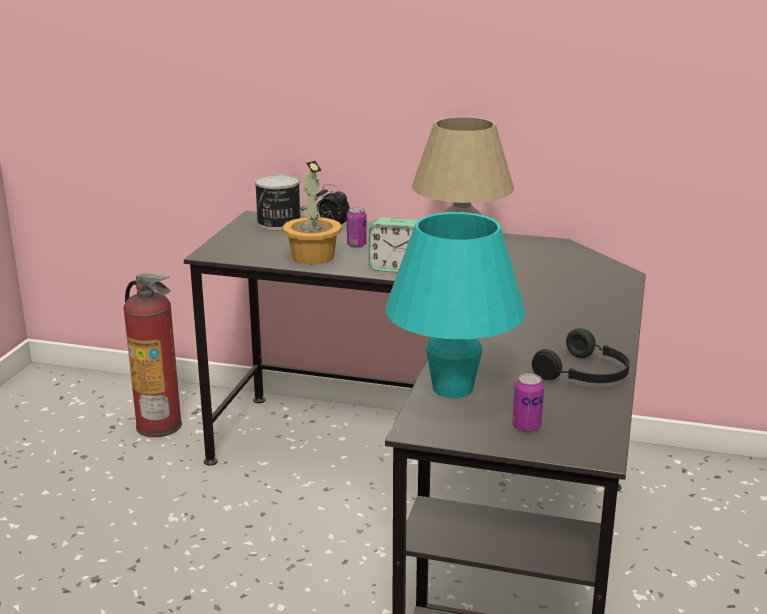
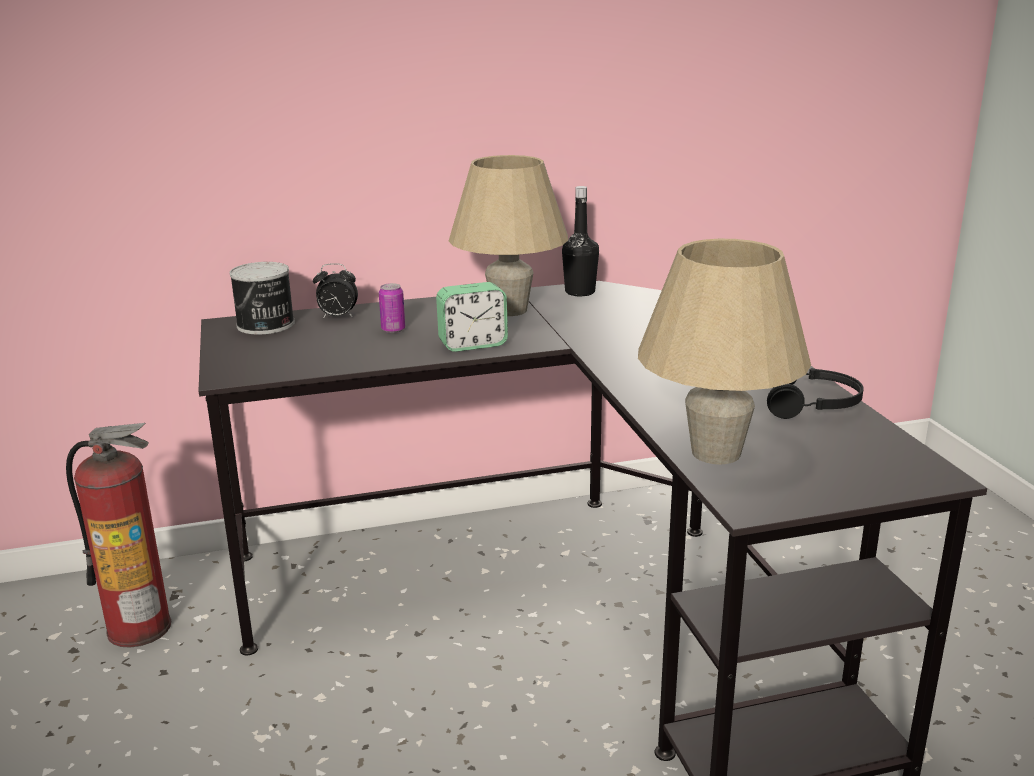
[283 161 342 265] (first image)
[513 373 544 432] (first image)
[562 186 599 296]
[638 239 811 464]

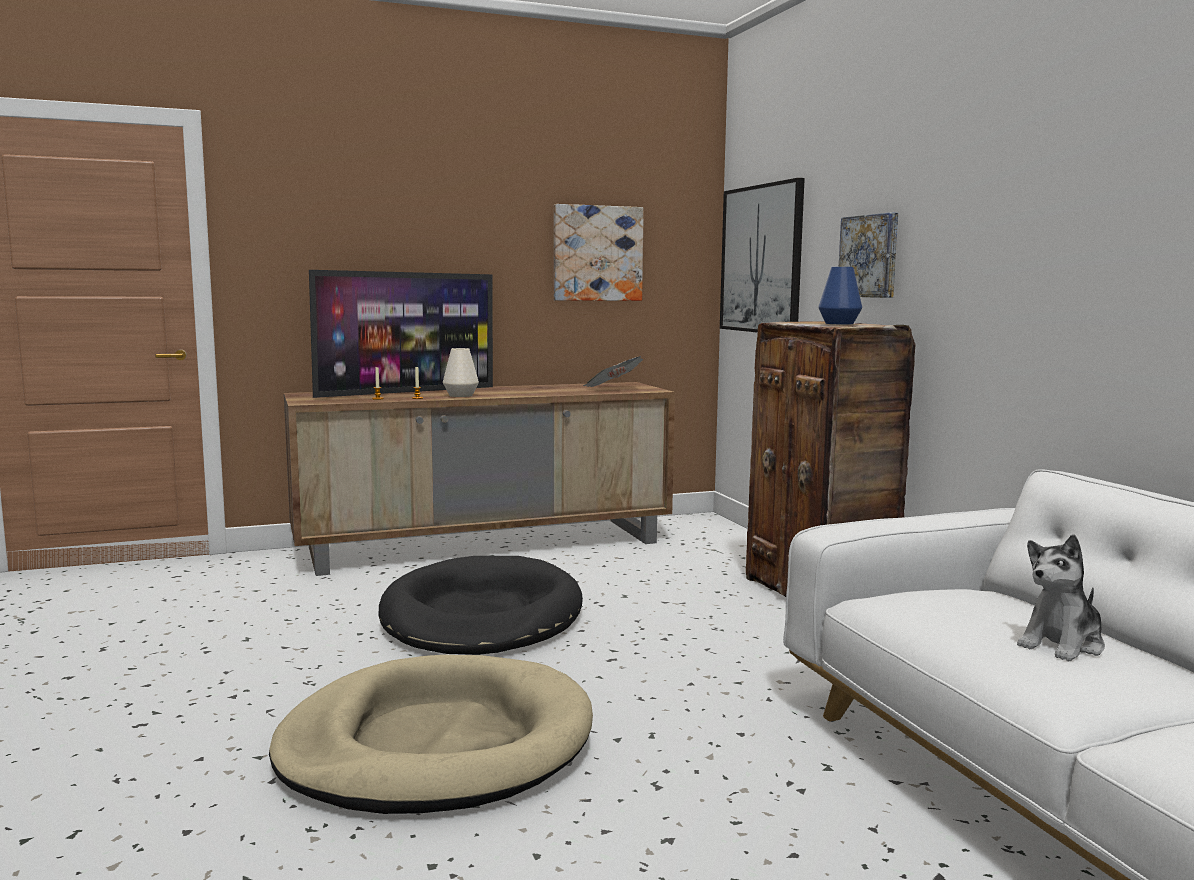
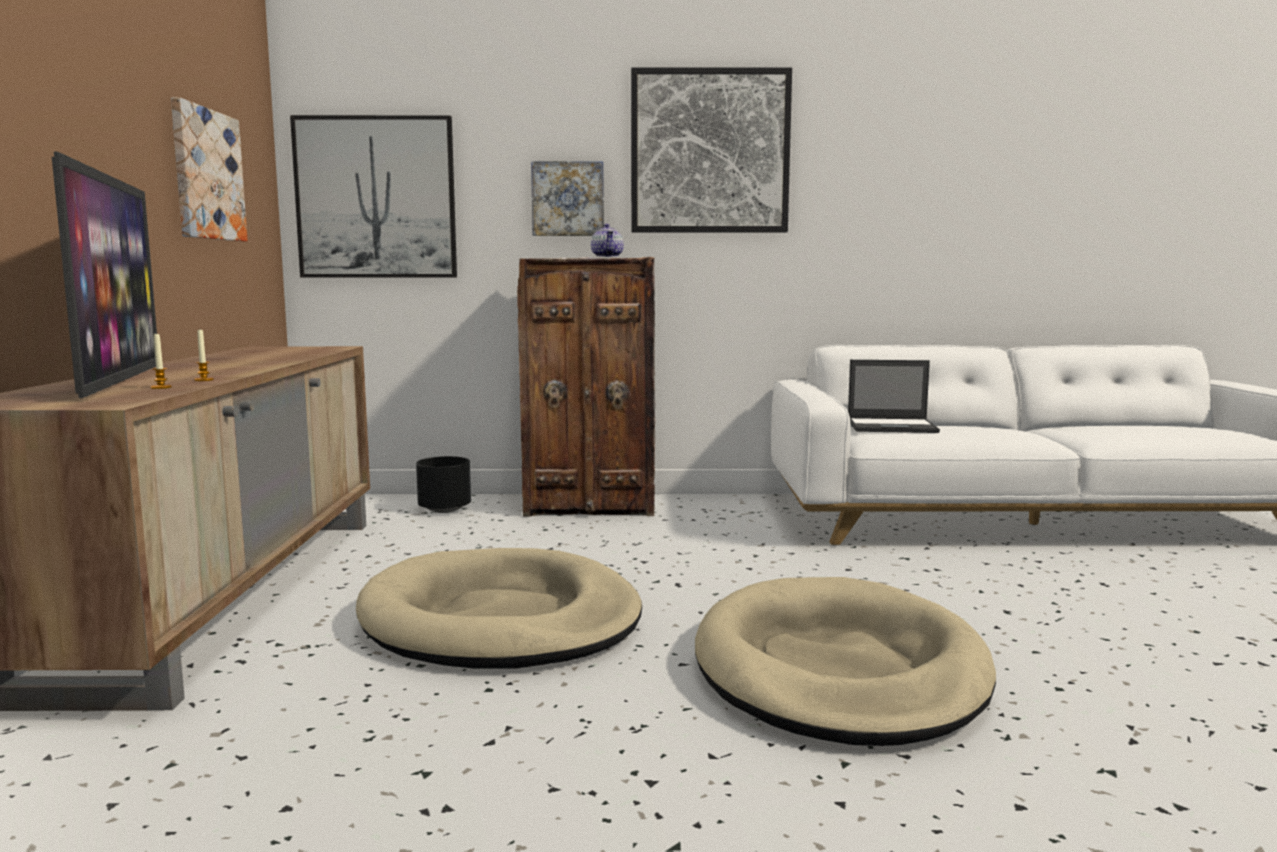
[443 348 479 397] (first image)
[583 356 643 387] (first image)
[1017 534 1105 661] (first image)
[416 456 471 513]
[631 67 792 233]
[848 360 940 433]
[591 224 624 257]
[356 548 642 669]

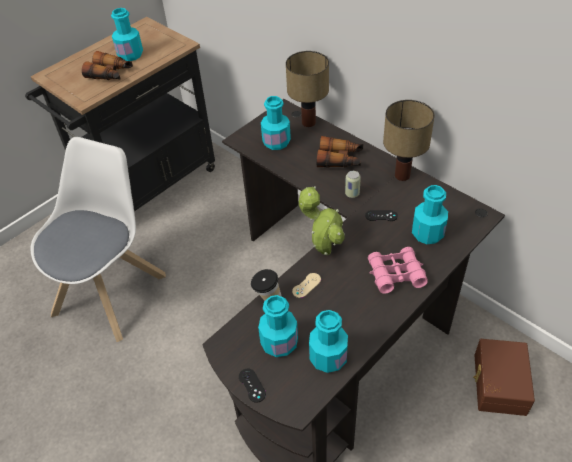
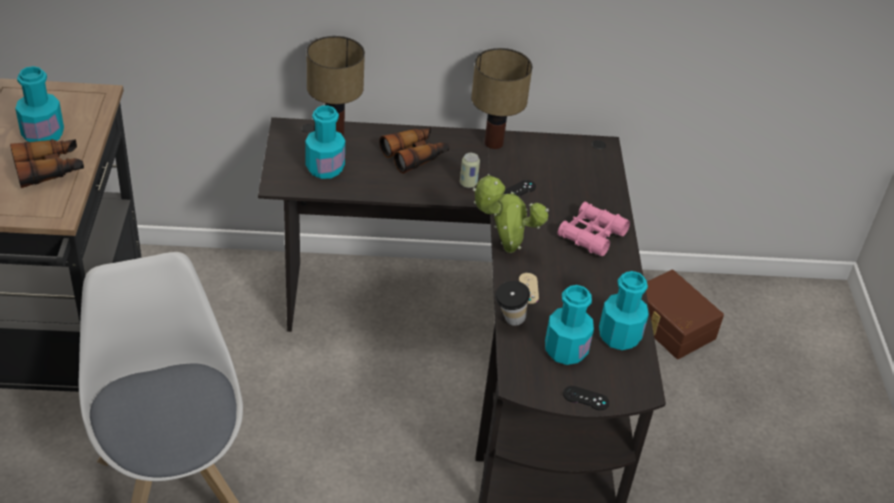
[412 185 448 244] (first image)

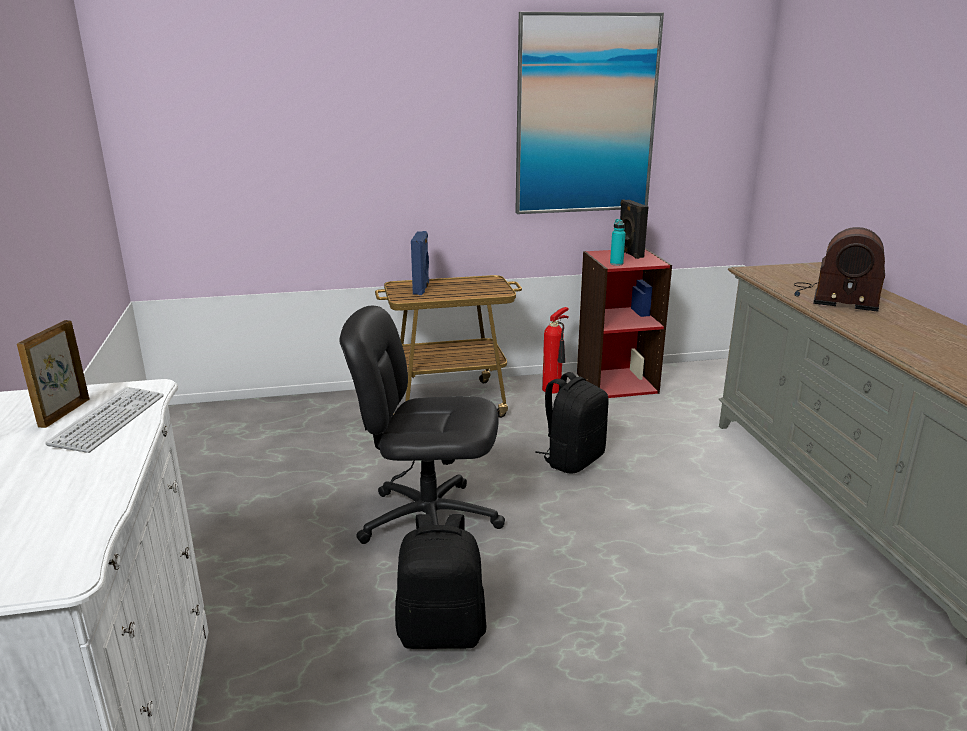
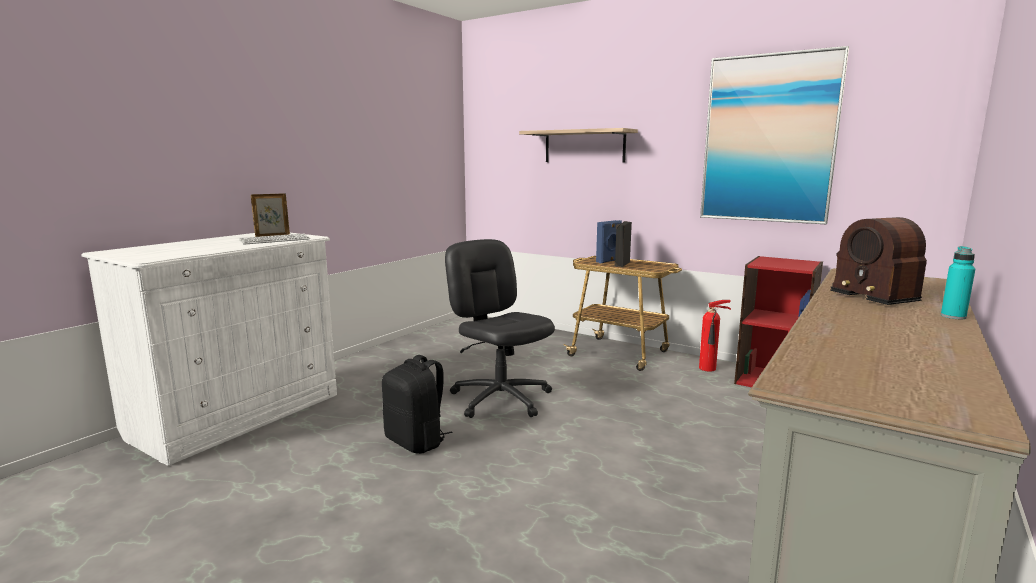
[535 372 609 474] (first image)
[519 128 638 163]
[941 246 975 319]
[614 221 632 267]

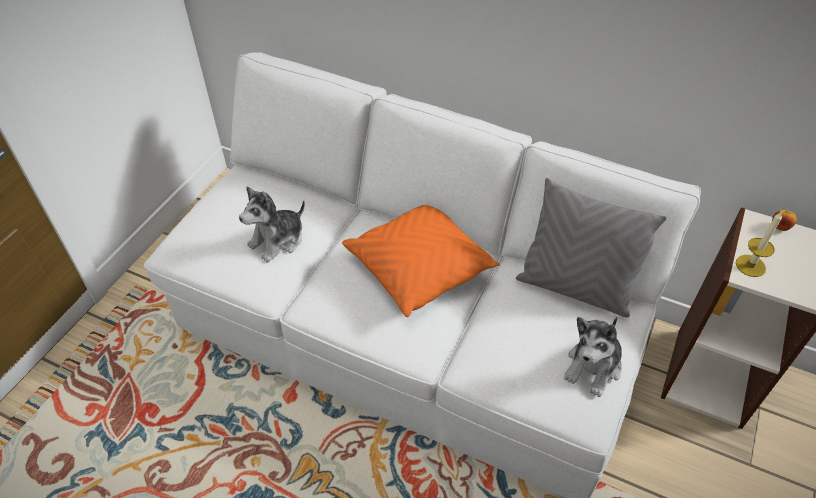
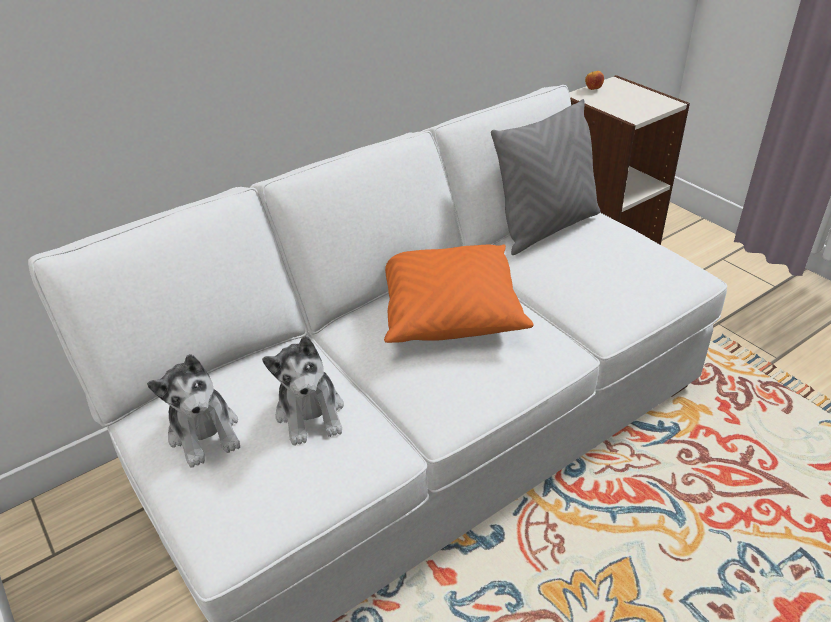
[736 211 782 277] (first image)
[147 354 240 468]

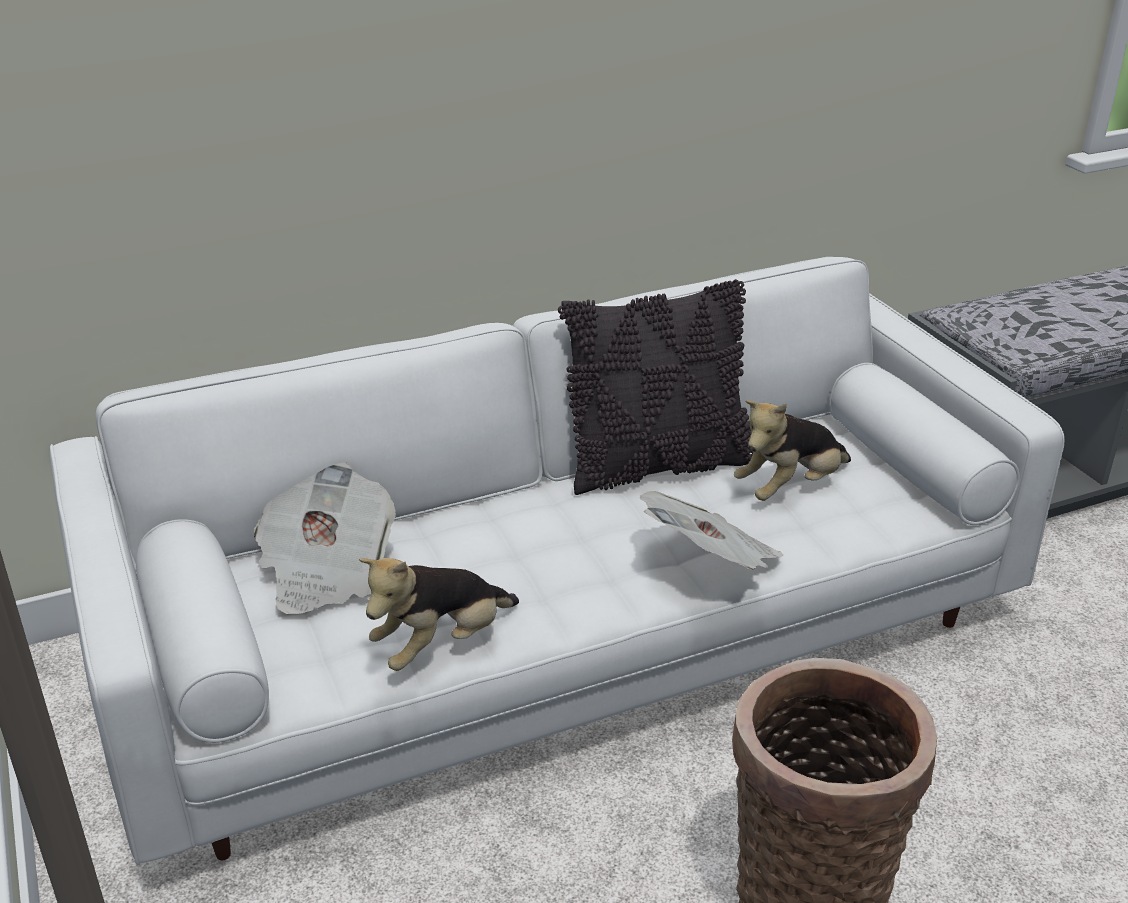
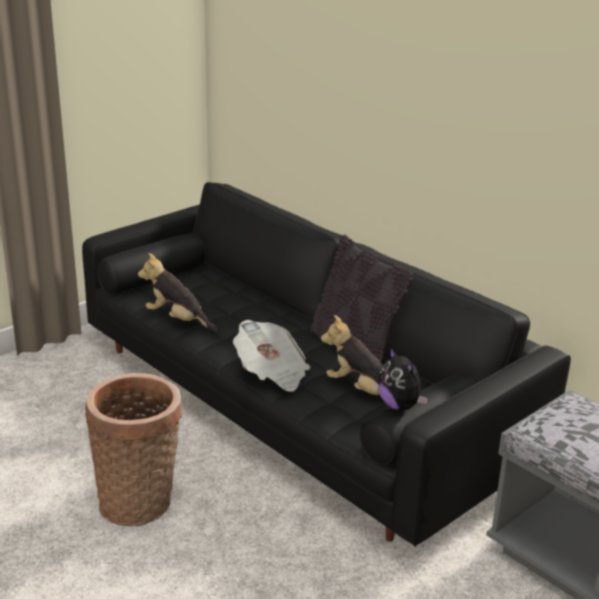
[254 462 396 614] (first image)
[378 347 428 410]
[82 182 571 547]

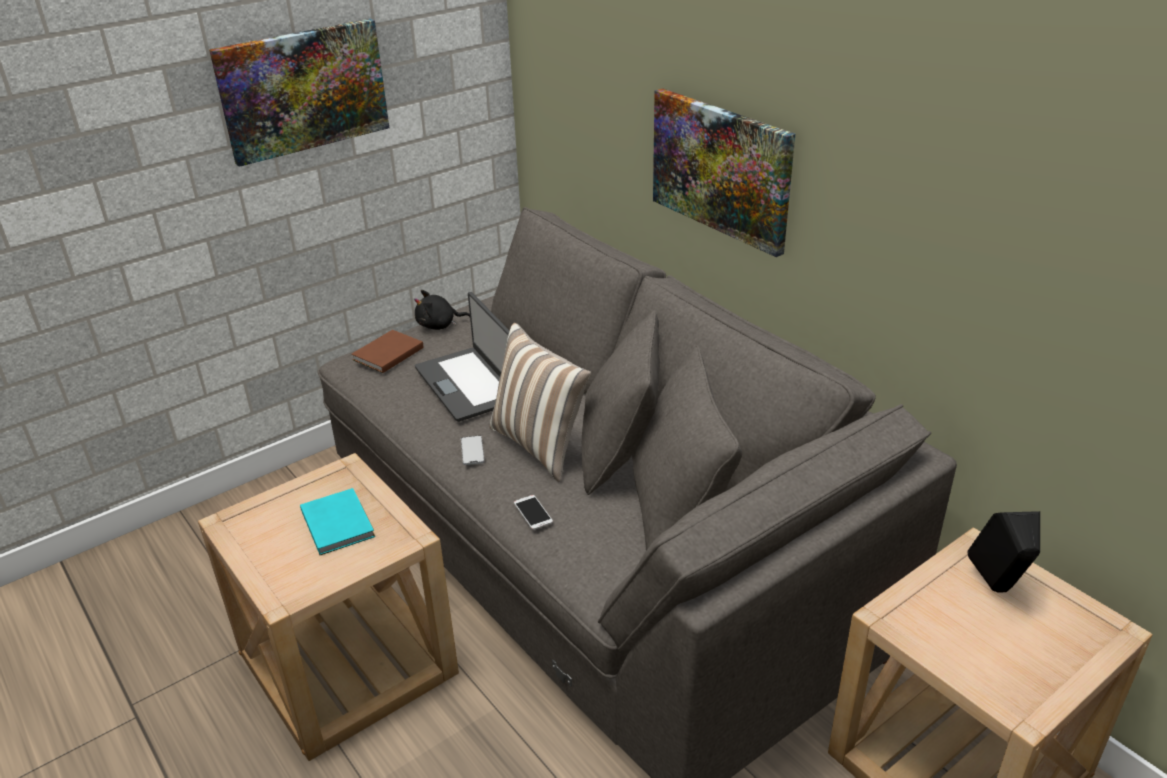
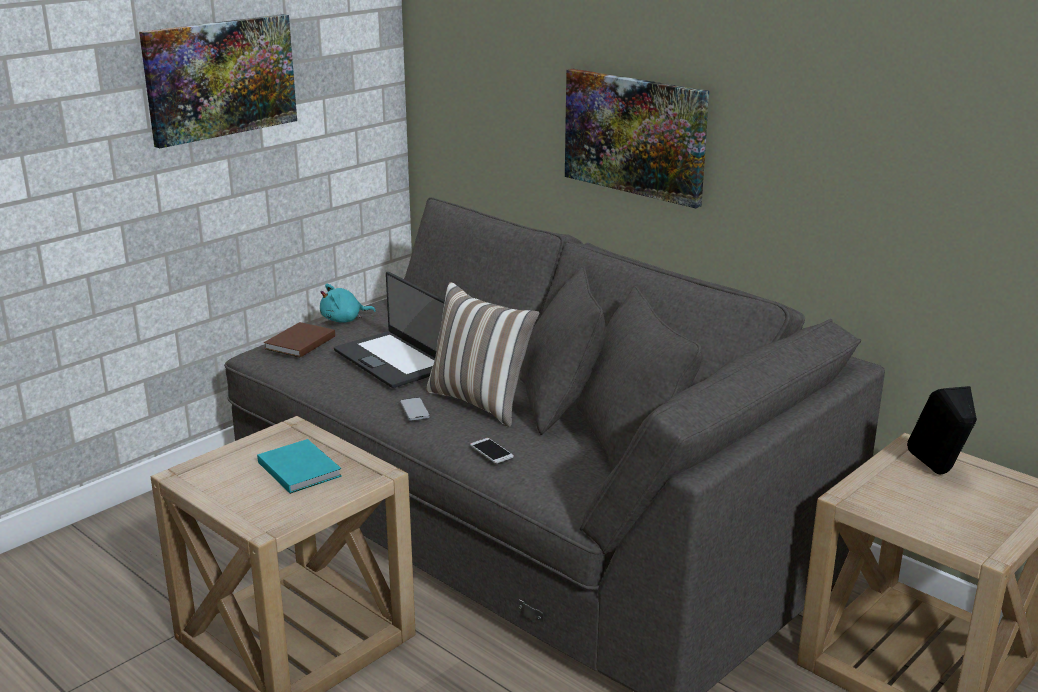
[320 284 376 323]

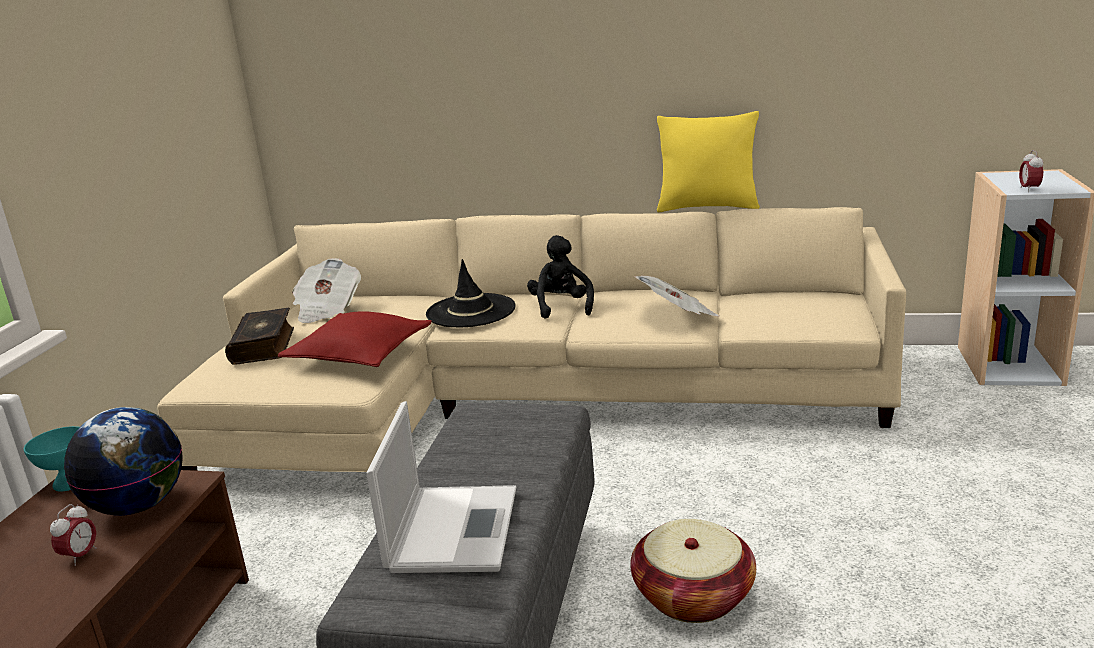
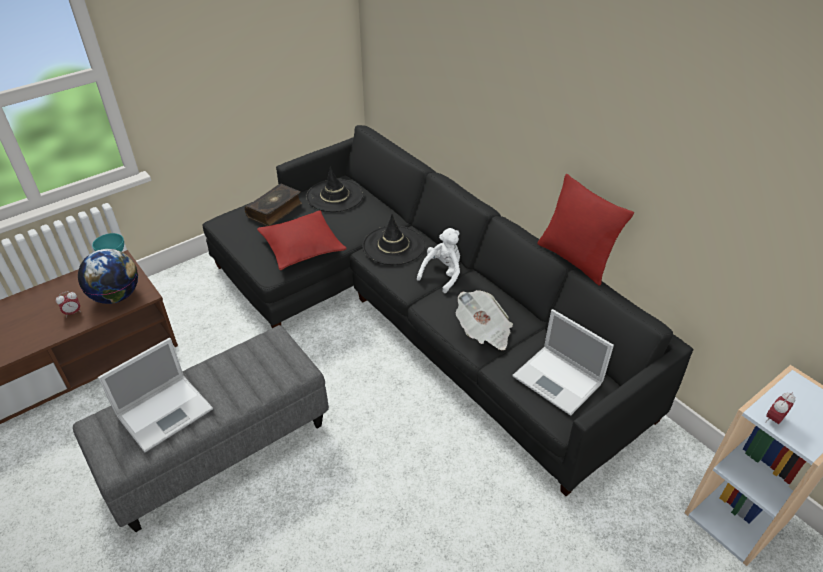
[630 519 756 623] (first image)
[512 309 614 416]
[306 166 364 212]
[203 125 693 496]
[417 228 460 293]
[537 174 634 285]

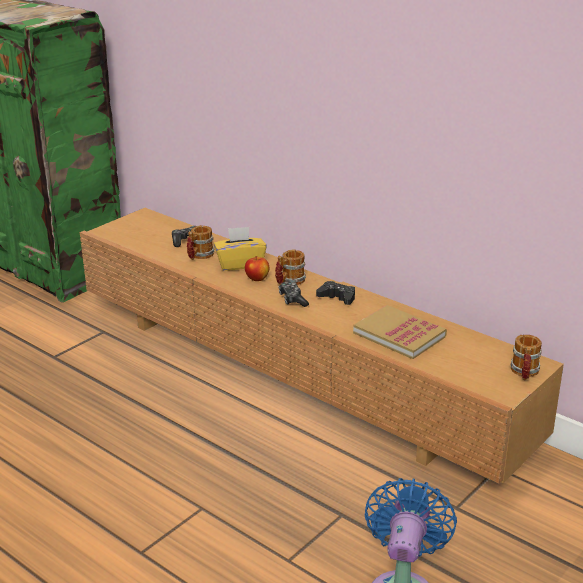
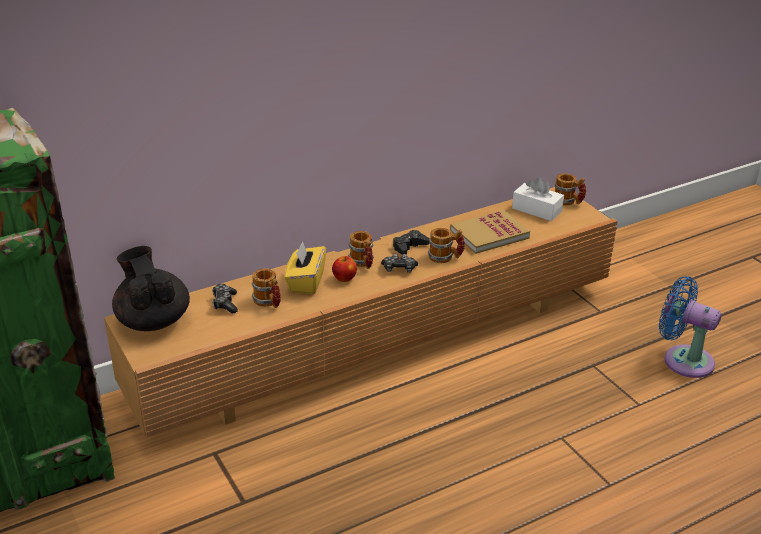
[112 246 190 331]
[428 228 465 263]
[512 177 564 221]

